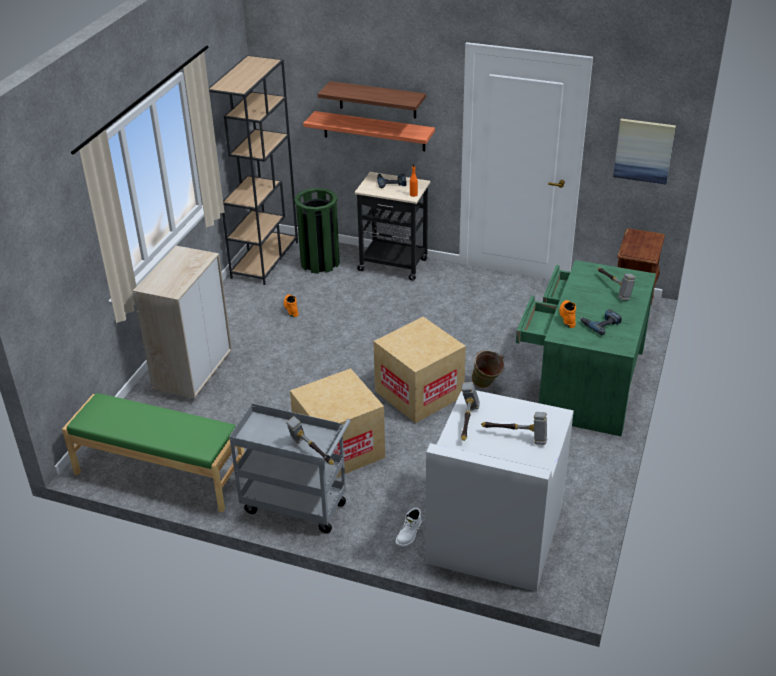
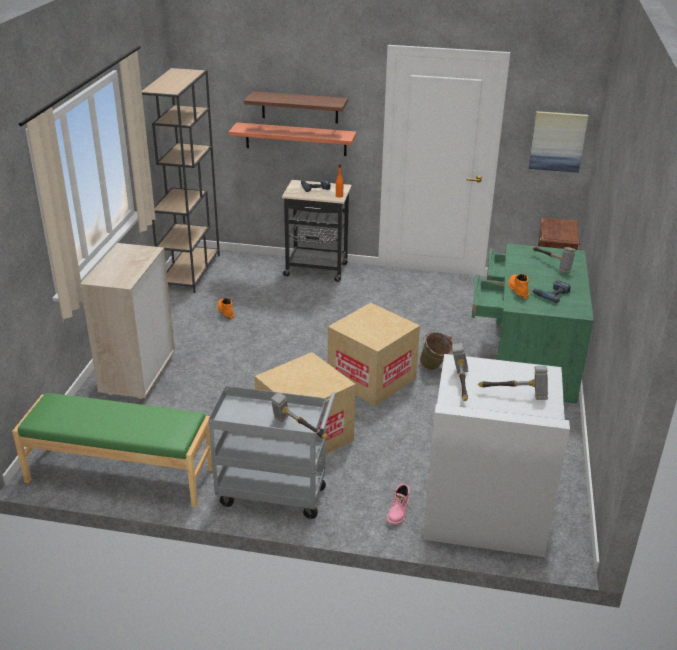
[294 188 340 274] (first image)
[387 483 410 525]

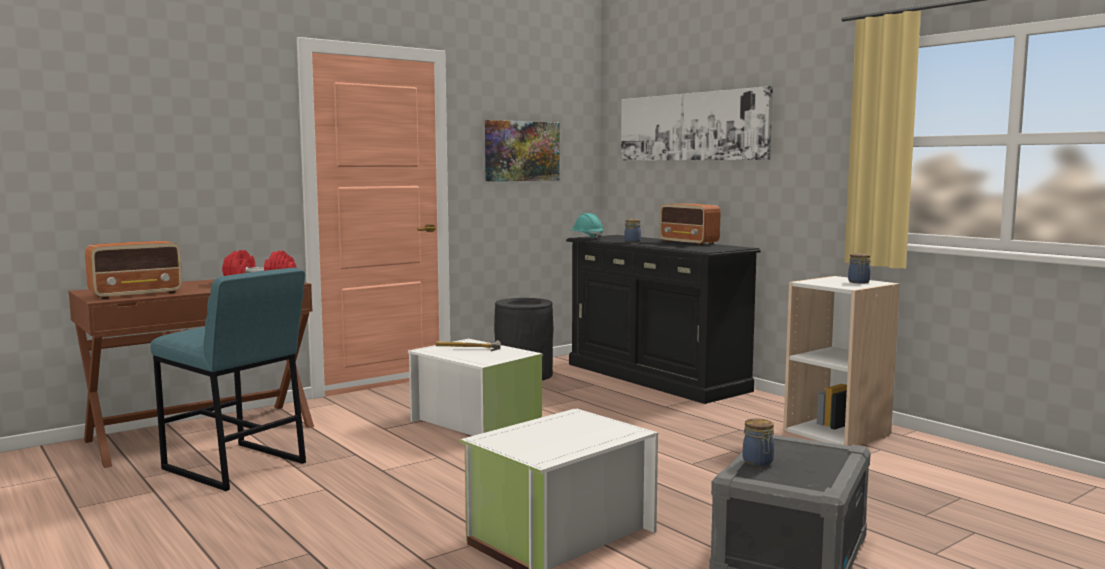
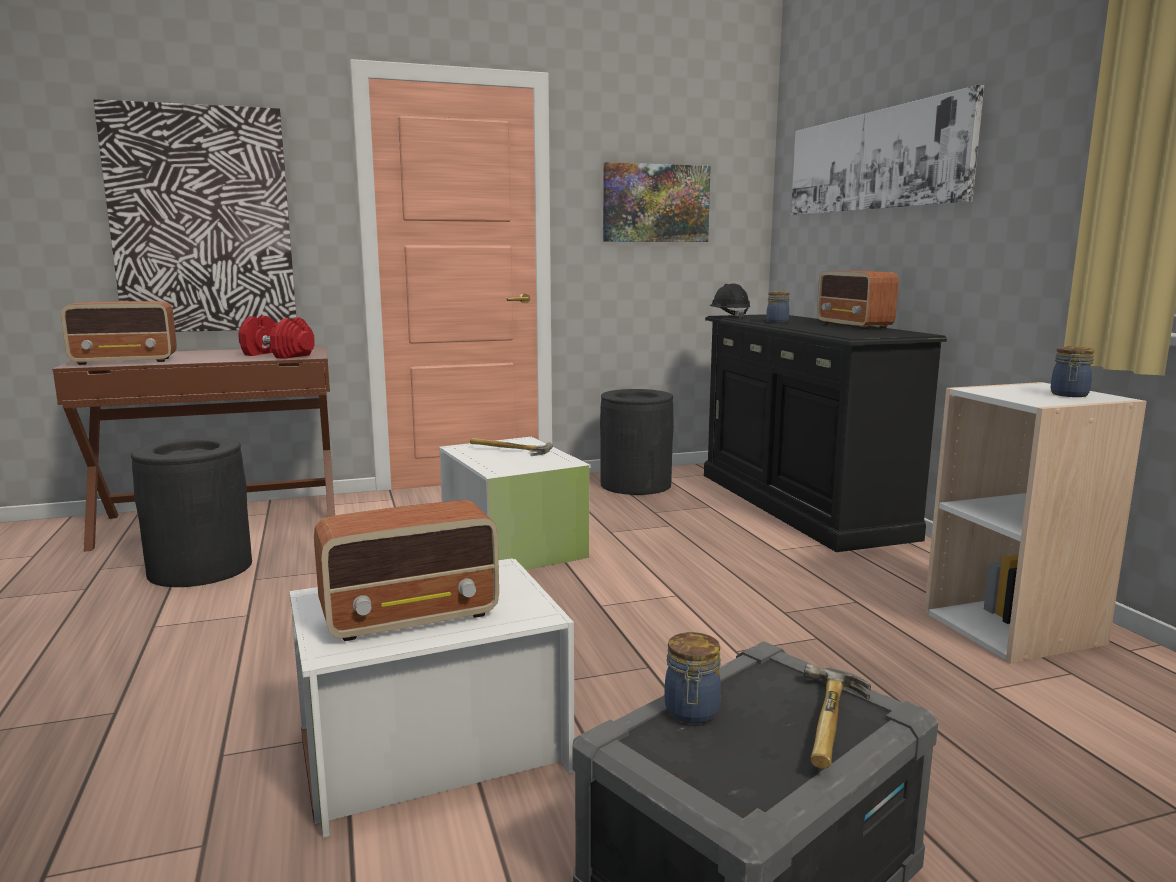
[93 99 297 332]
[314 500 499 641]
[804 663 871 769]
[131 437 252 587]
[710 283 751 318]

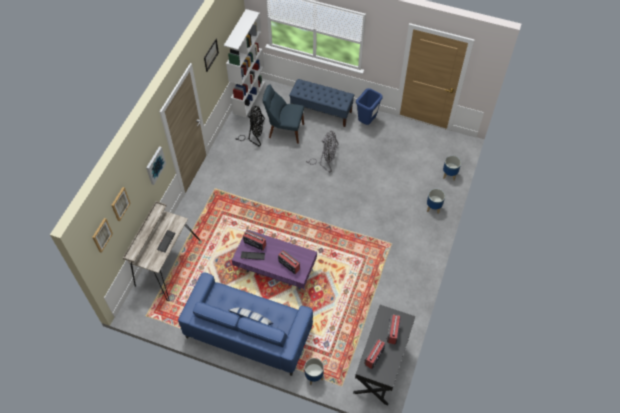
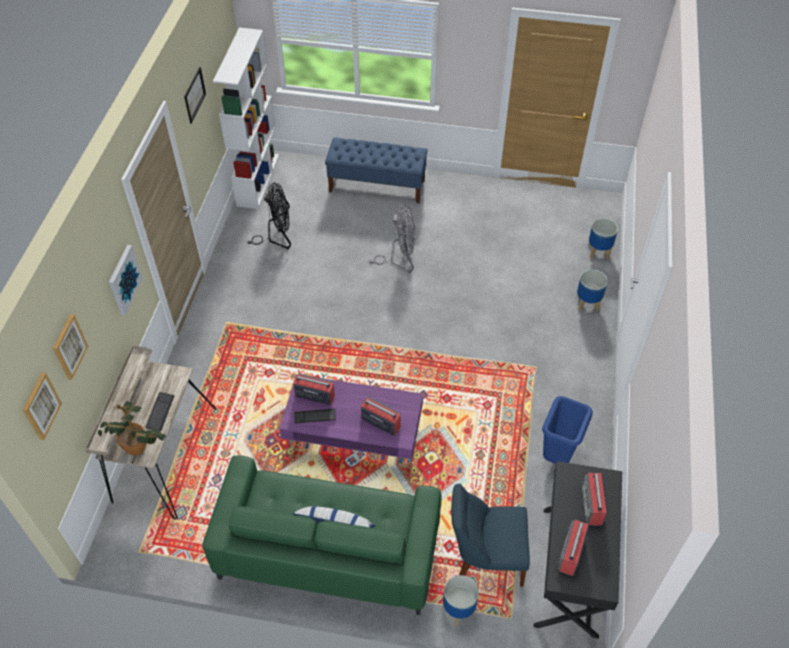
[98 401 166 456]
[451 483 530 587]
[542 396 593 464]
[202 455 441 615]

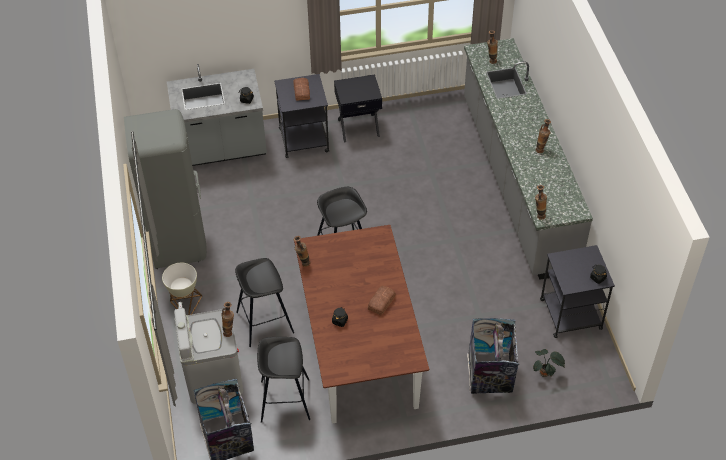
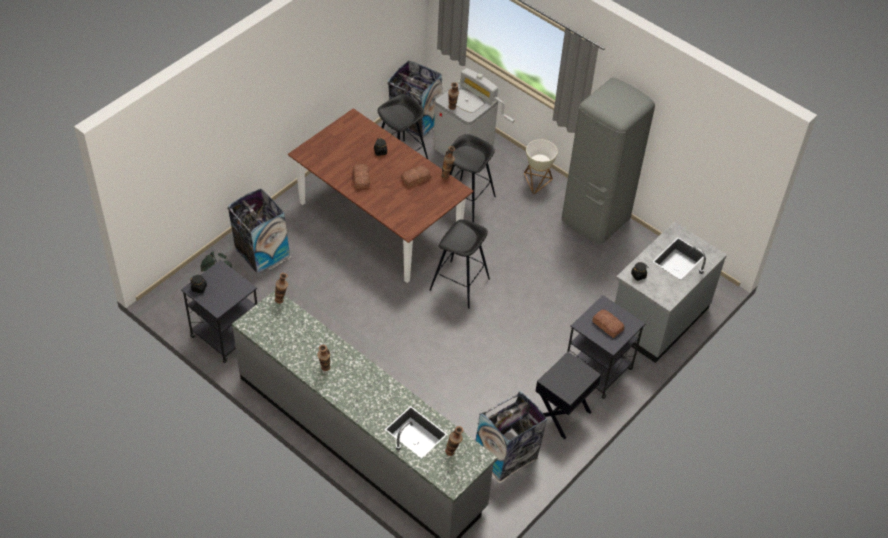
[401 165 431 188]
[475 391 547 483]

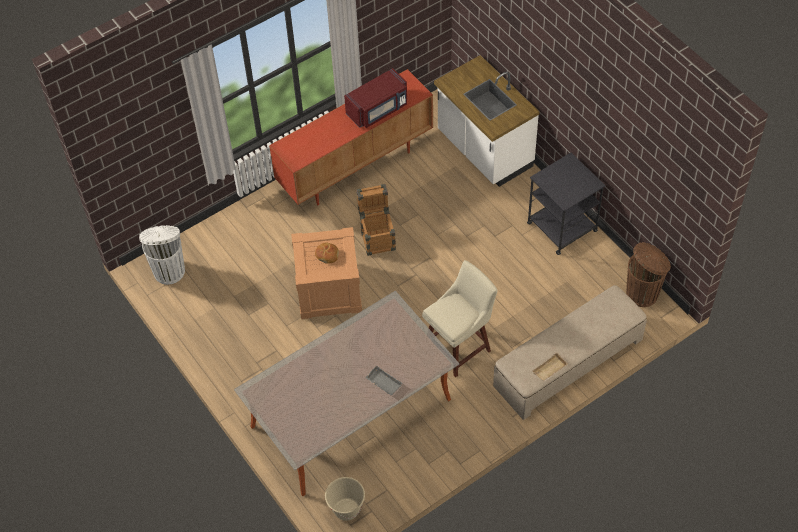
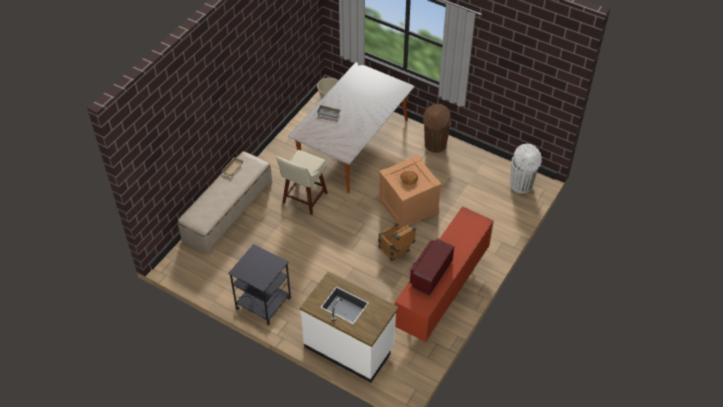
[423 104 451 153]

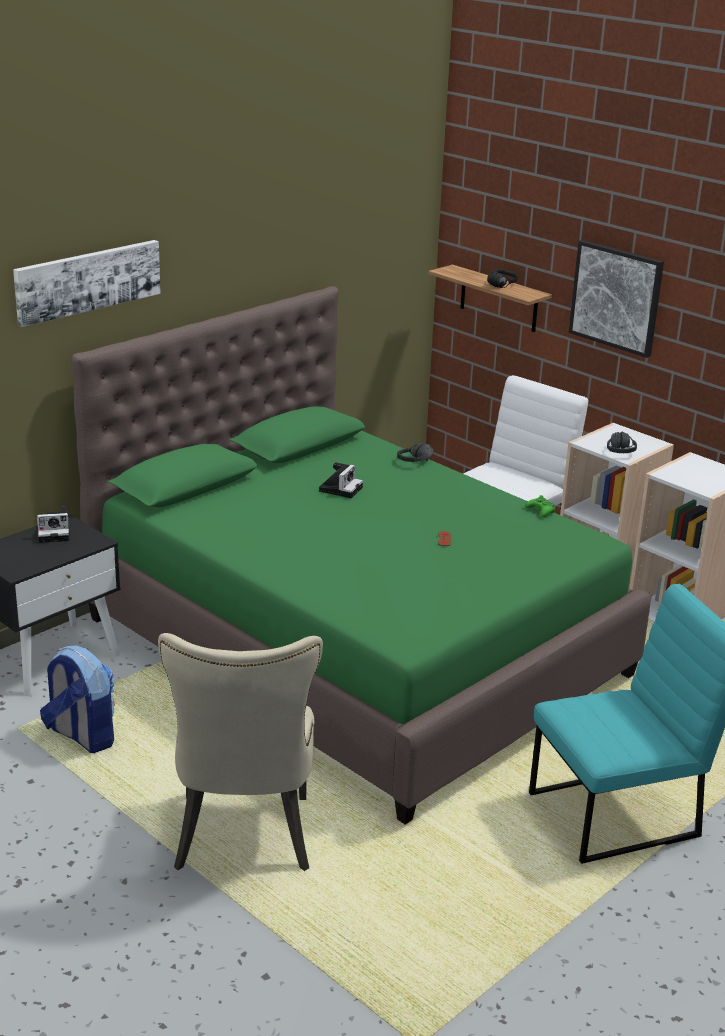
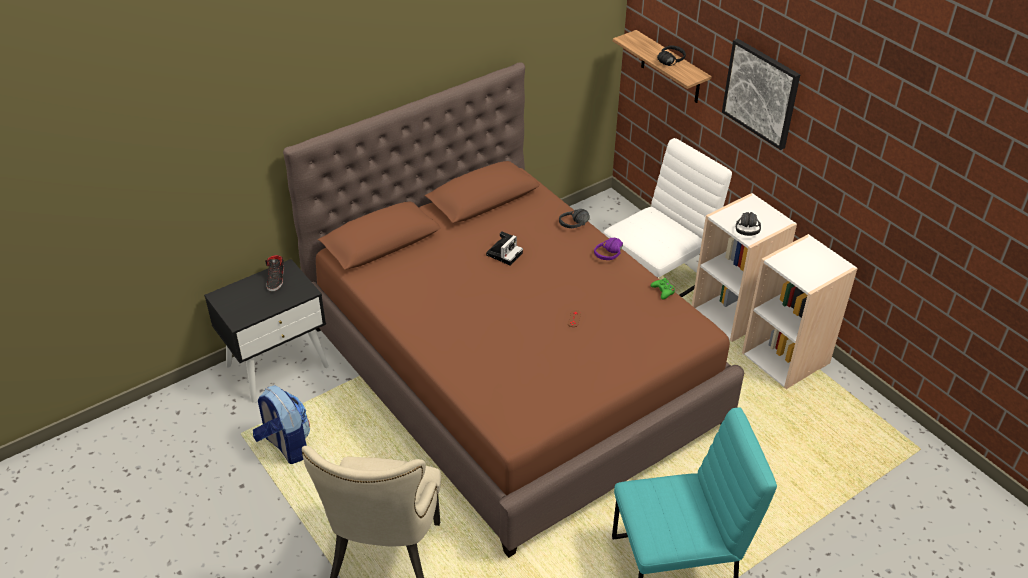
[13 240 161 327] (first image)
[594 237 623 260]
[265 255 284 292]
[283 62 744 558]

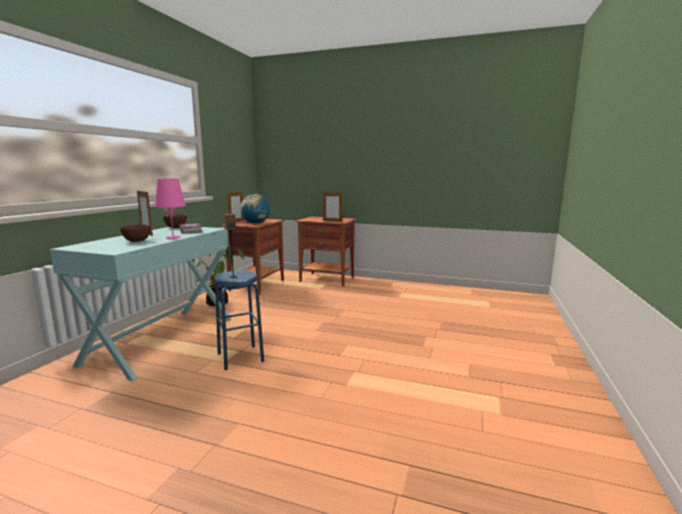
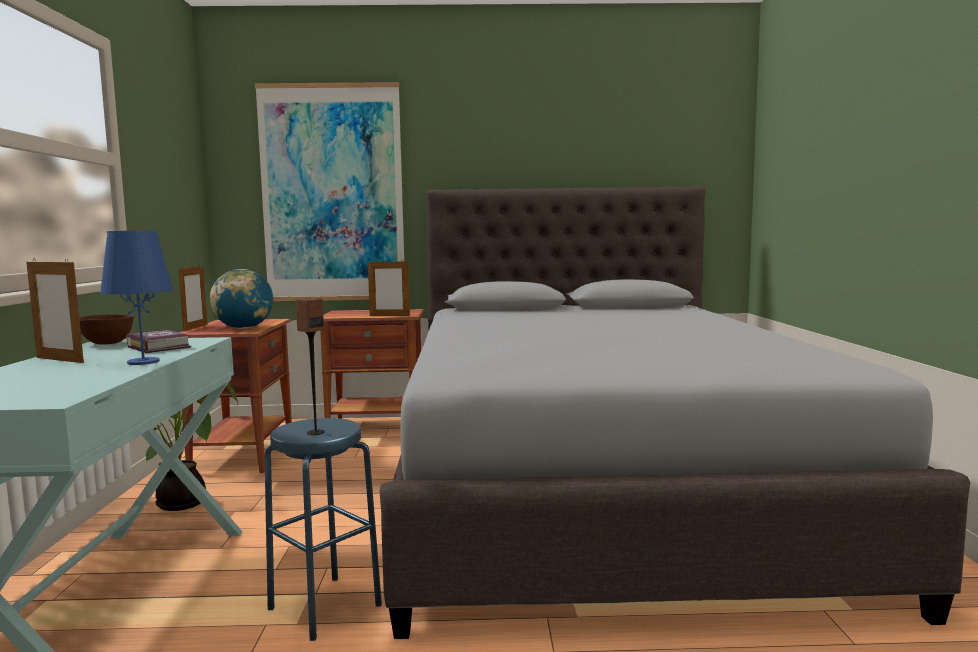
[120 224 151 242] (first image)
[255 82 404 301]
[380 186 970 639]
[100 231 174 365]

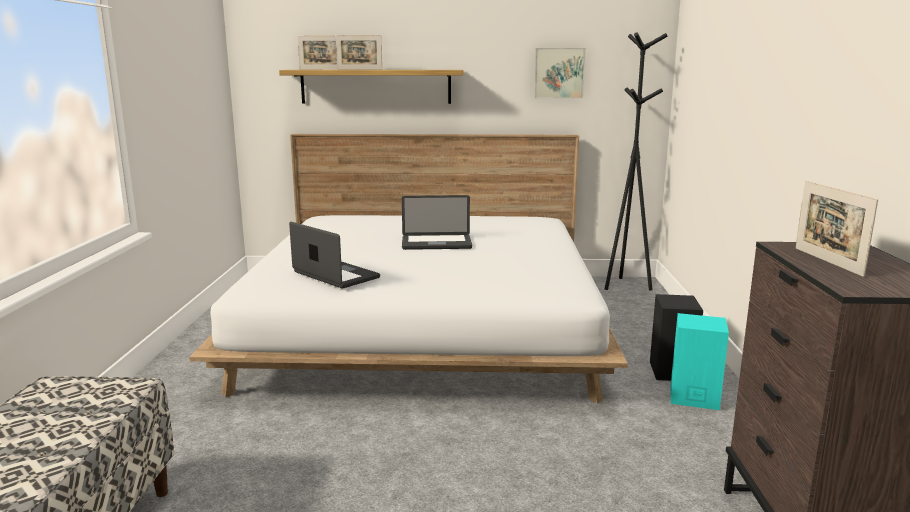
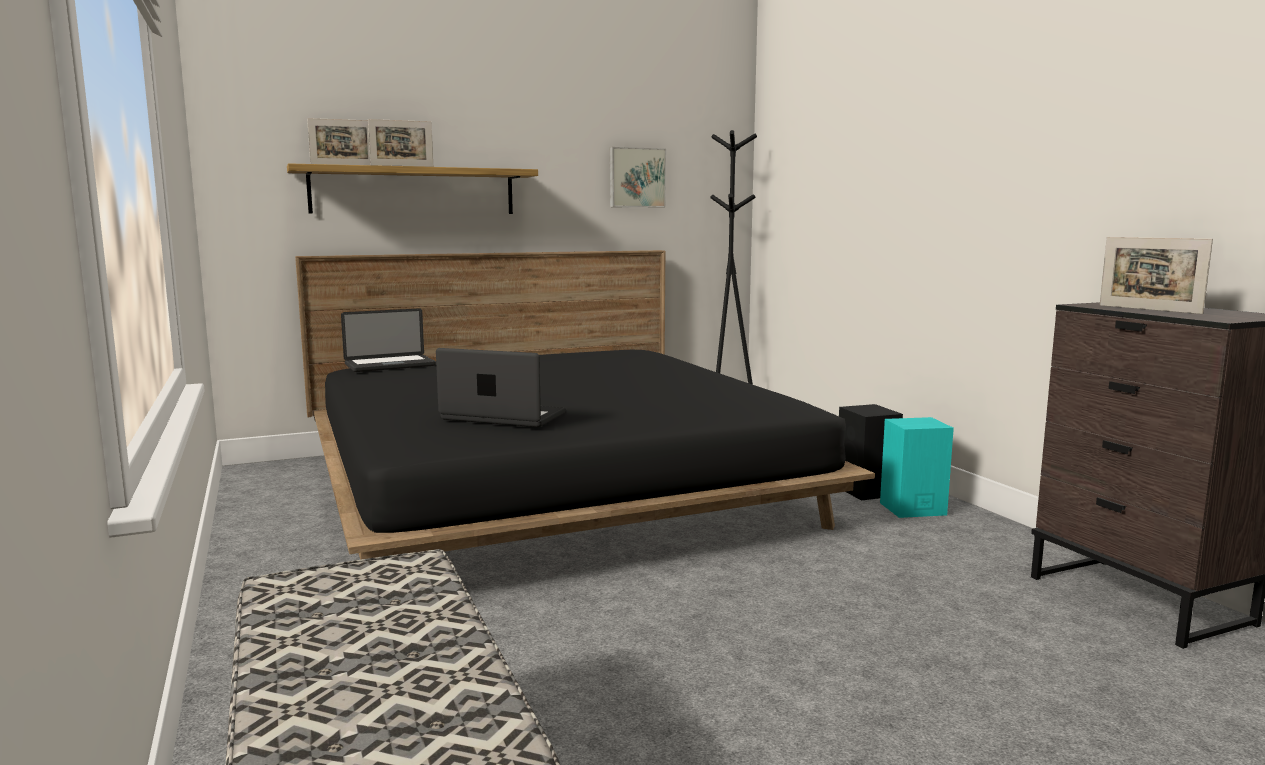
[341 308 436 372]
[295 250 875 560]

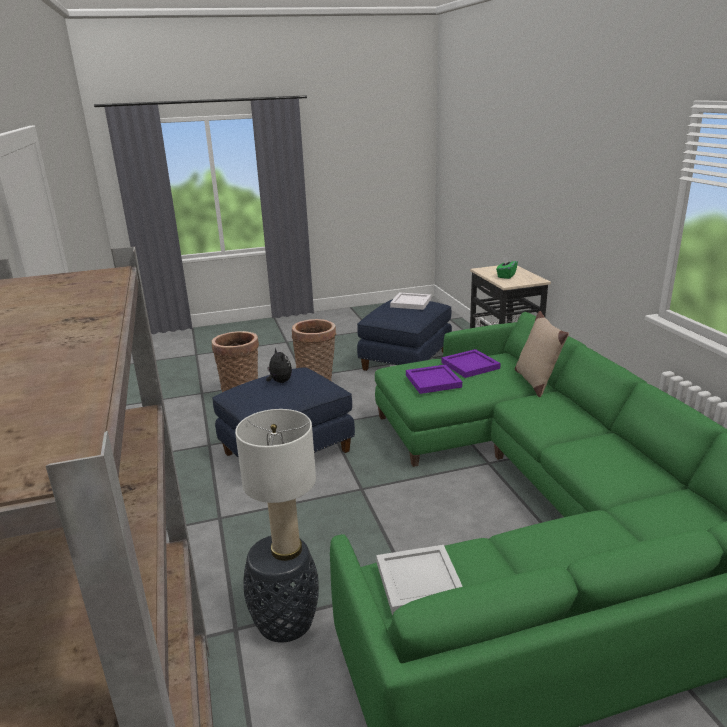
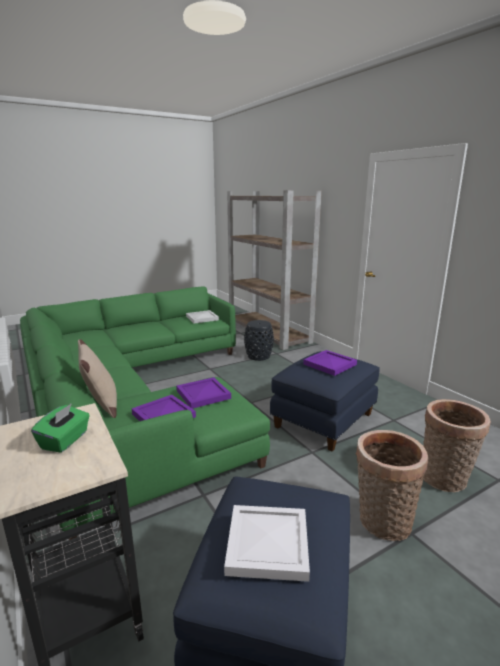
[235 409 316 561] (first image)
[303 350 357 376]

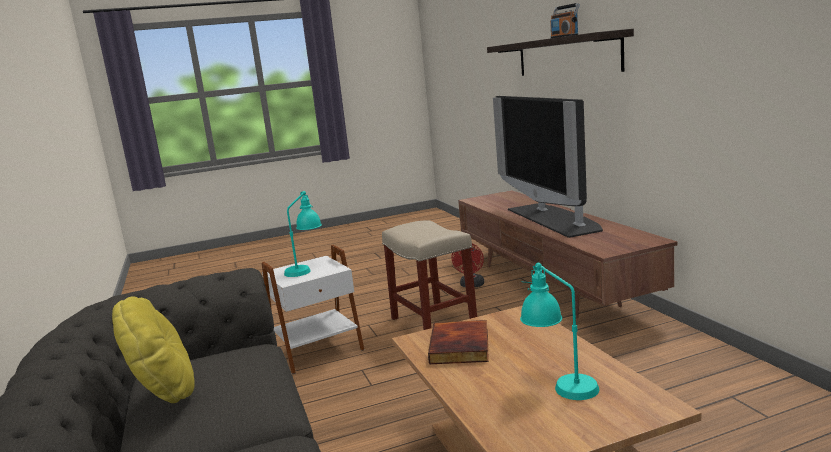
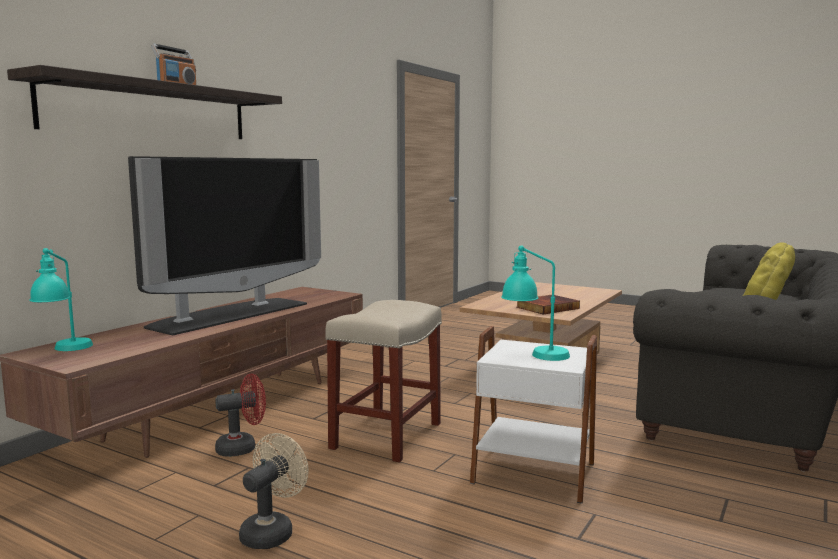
[239 433 309 549]
[29 248 93 351]

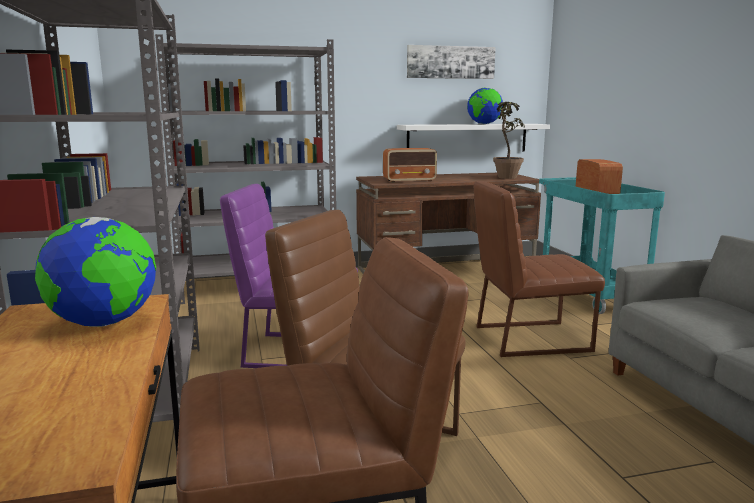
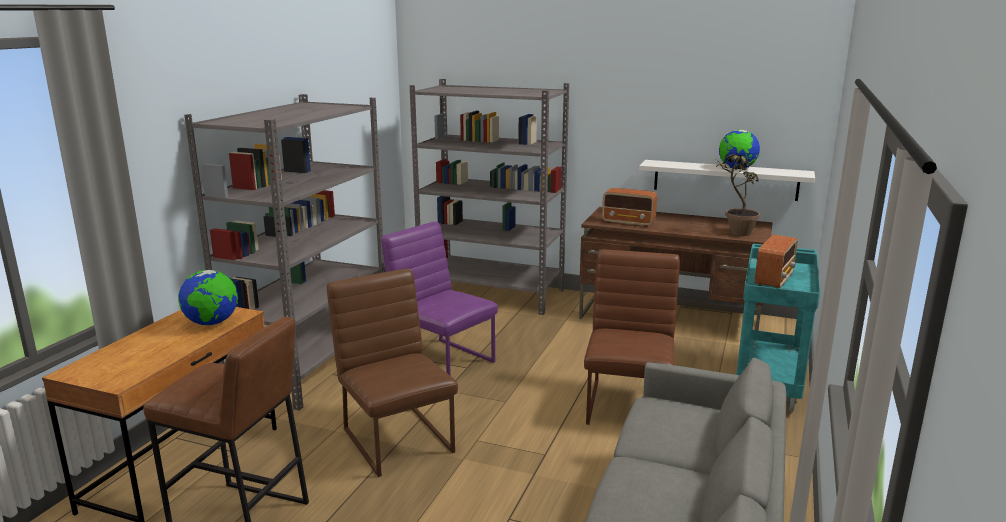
[407 45 496 79] (first image)
[584 249 680 425]

